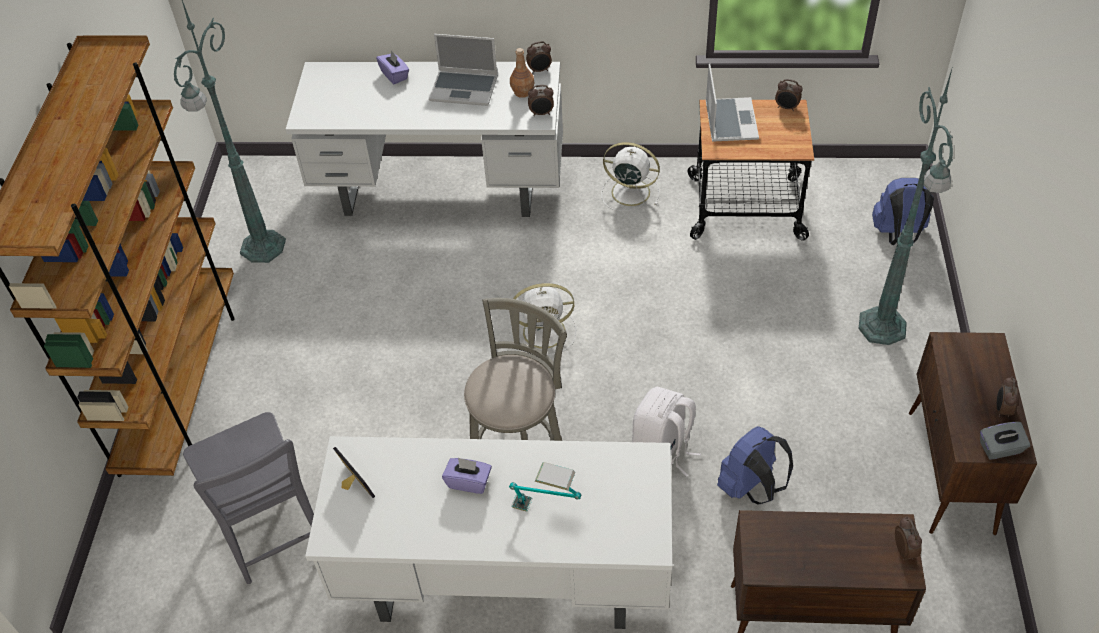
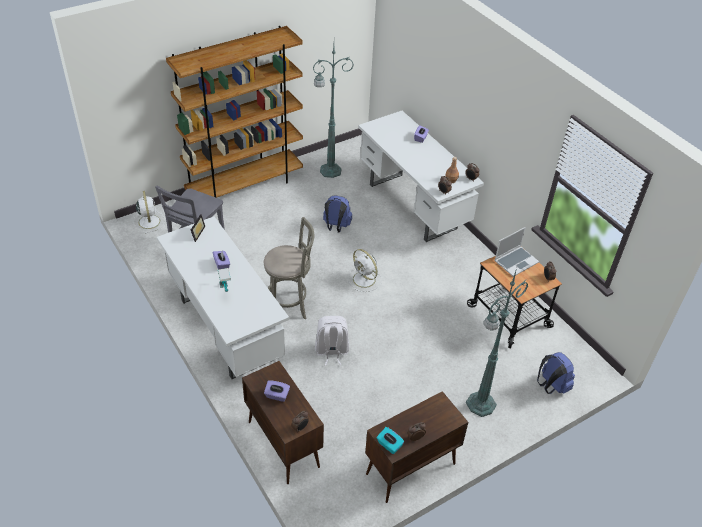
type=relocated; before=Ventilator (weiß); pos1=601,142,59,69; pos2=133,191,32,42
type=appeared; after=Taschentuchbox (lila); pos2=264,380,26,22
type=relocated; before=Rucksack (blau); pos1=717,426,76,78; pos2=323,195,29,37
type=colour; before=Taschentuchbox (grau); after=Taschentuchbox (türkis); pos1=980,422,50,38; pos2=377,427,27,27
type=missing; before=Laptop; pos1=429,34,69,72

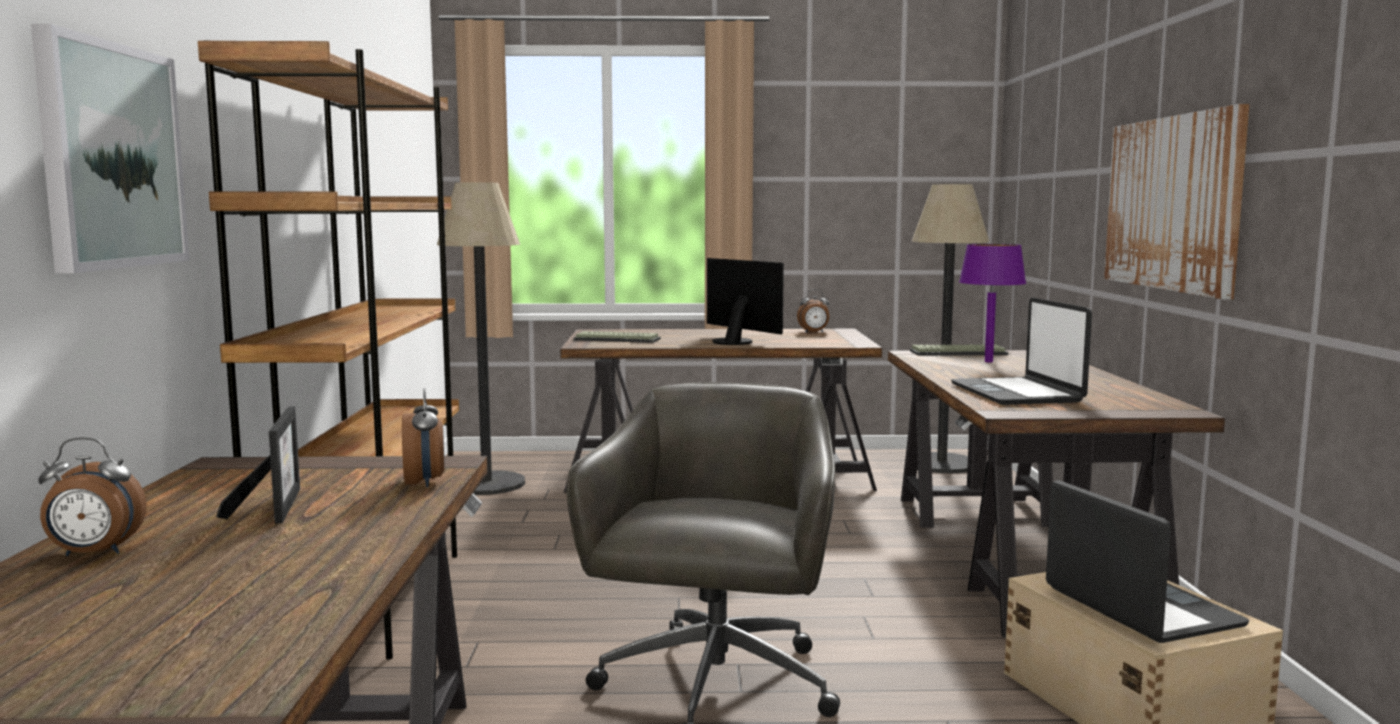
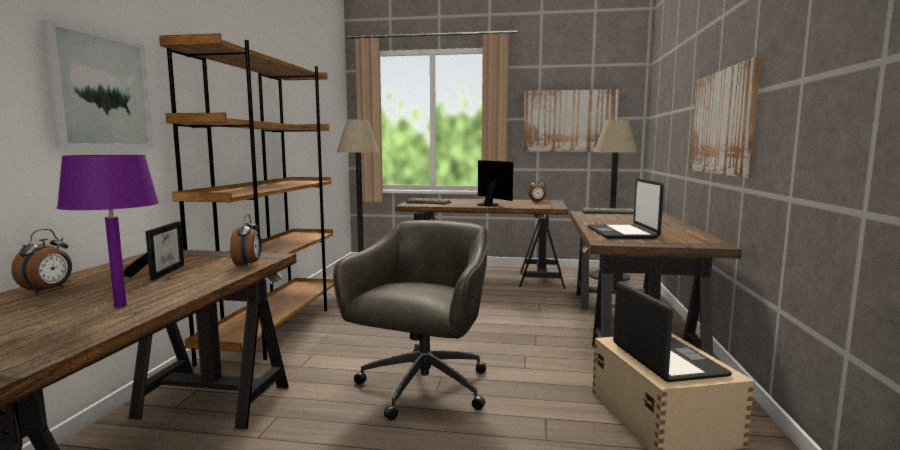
type=spun; before=Wecker; pos1=38,437,109,119; pos2=11,229,61,65; turn=-75
type=relocated; before=Tischlampe (lila); pos1=959,244,67,118; pos2=57,155,102,153
type=appeared; after=Bild; pos2=524,89,95,63

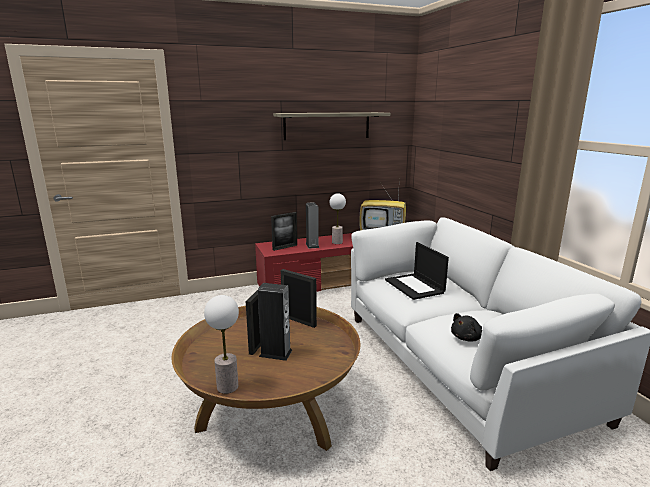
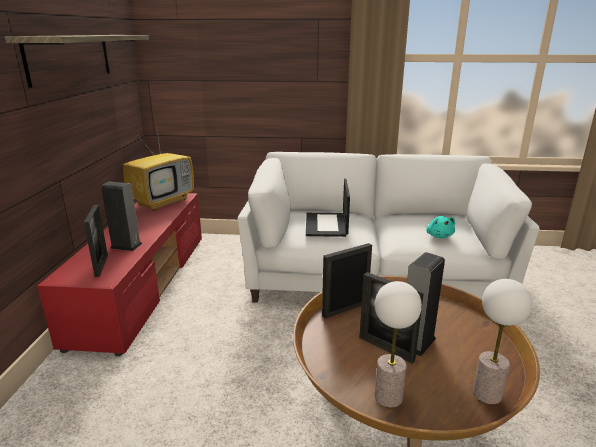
type=spun; before=Laptop; pos1=385,242,64,58; pos2=306,179,44,58; turn=90
type=relocated; before=Tischlampe; pos1=330,193,16,51; pos2=375,281,47,127
type=colour; before=Plüschtier (schwarz); after=Plüschtier (türkis); pos1=451,313,31,28; pos2=426,216,29,22

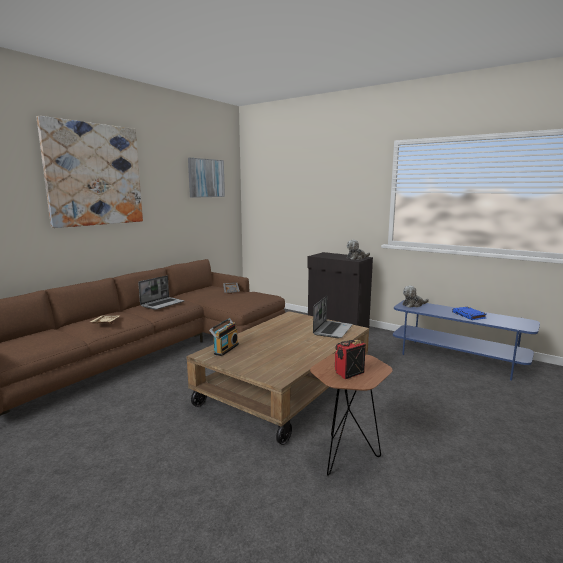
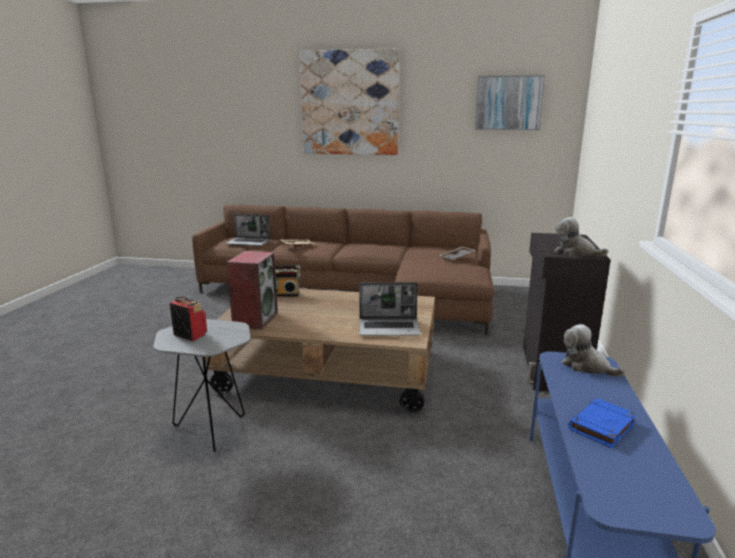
type=colour; before=Beistelltisch (braun); after=Beistelltisch (grau); pos1=310,353,83,123; pos2=153,319,98,133
type=relocated; before=Laptop; pos1=138,275,46,35; pos2=226,214,44,32
type=appeared; after=Lautsprecher; pos2=227,251,51,78

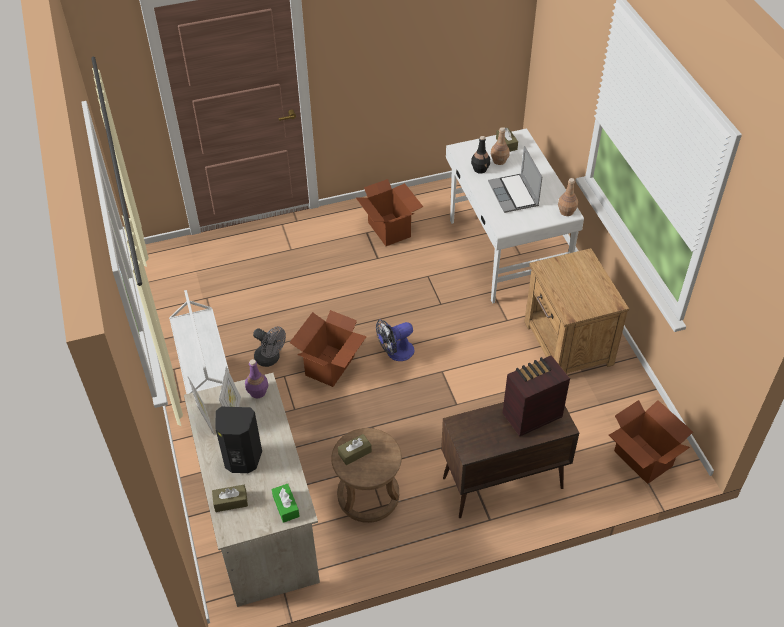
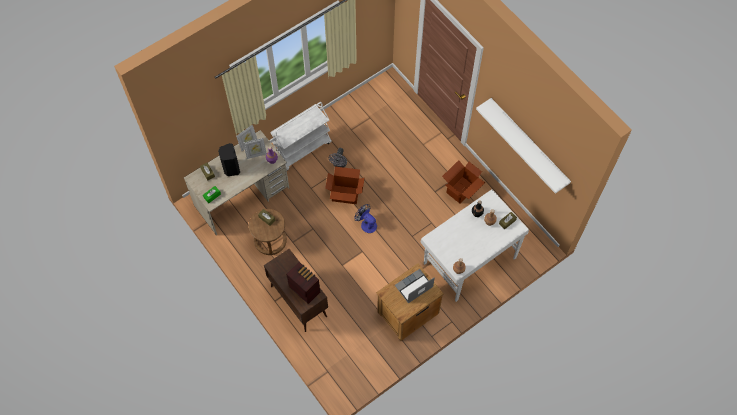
type=relocated; before=Laptop; pos1=488,146,54,67; pos2=395,269,40,34
type=appeared; after=Wandregal (weiß); pos2=476,98,95,96
type=missing; before=Karton; pos1=609,400,84,84

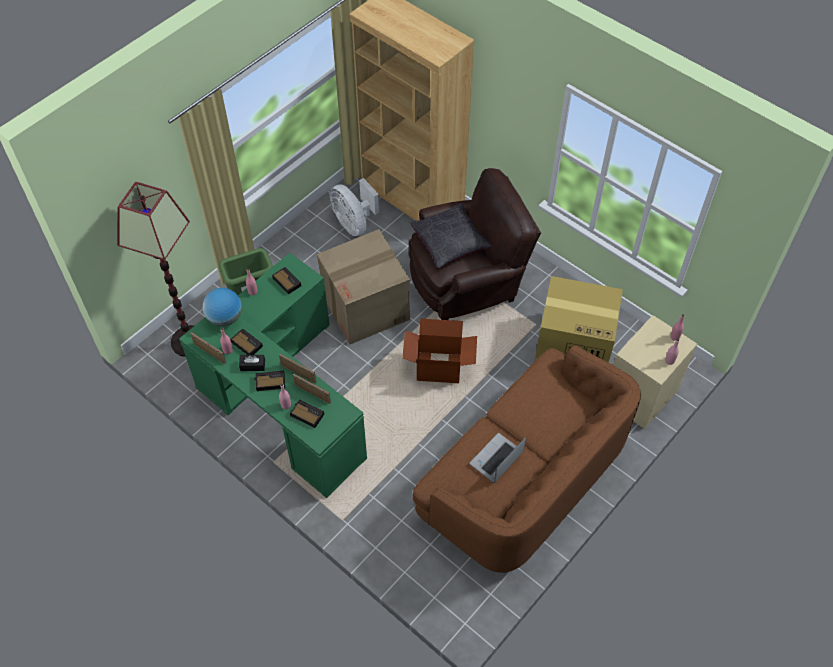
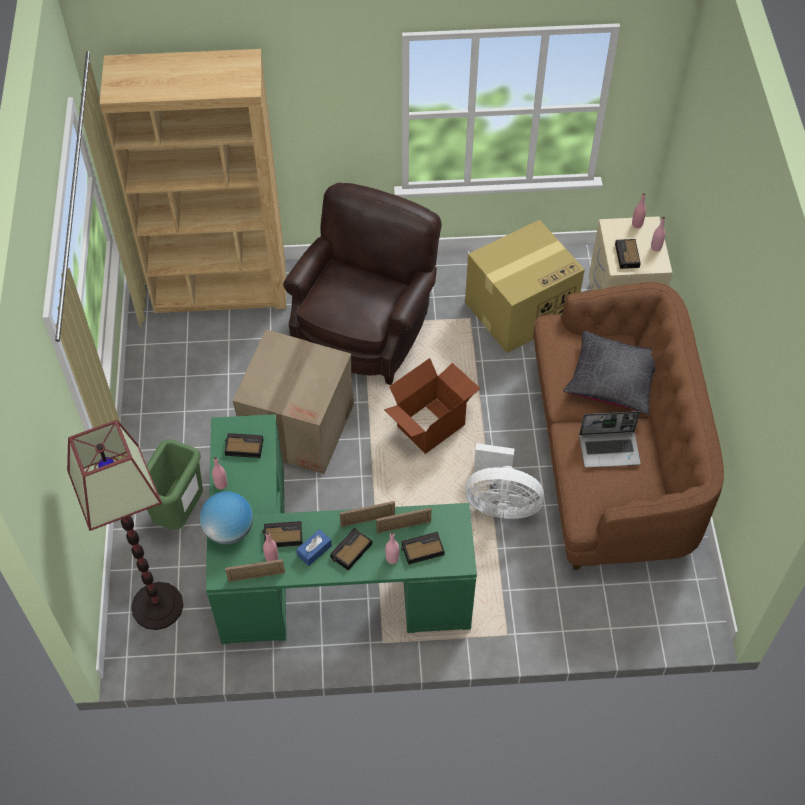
type=colour; before=Taschentuchbox (schwarz); after=Taschentuchbox (blau); pos1=239,355,26,16; pos2=296,529,36,37
type=relocated; before=Ventilator (weiß); pos1=330,178,50,58; pos2=465,443,79,76
type=relocated; before=Kissen (schwarz); pos1=410,203,82,65; pos2=563,331,92,83
type=spun; before=Laptop; pos1=470,433,56,50; pos2=579,411,62,57; turn=-90
type=appeared; after=Wecker; pos2=615,239,26,30

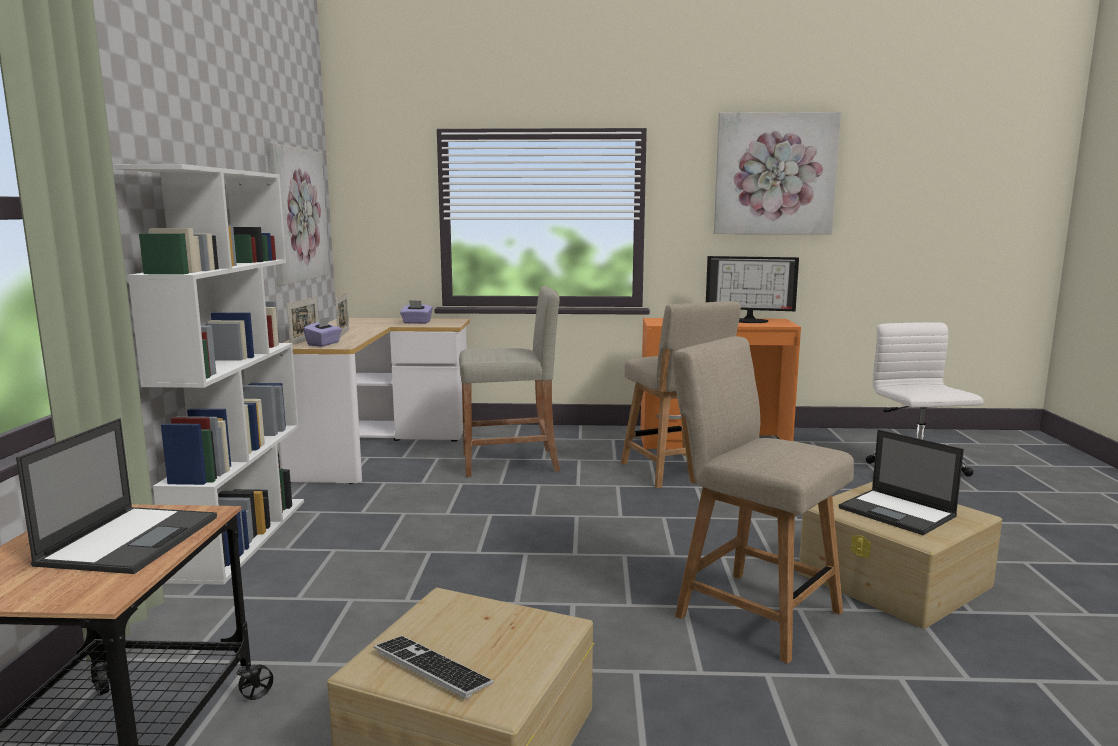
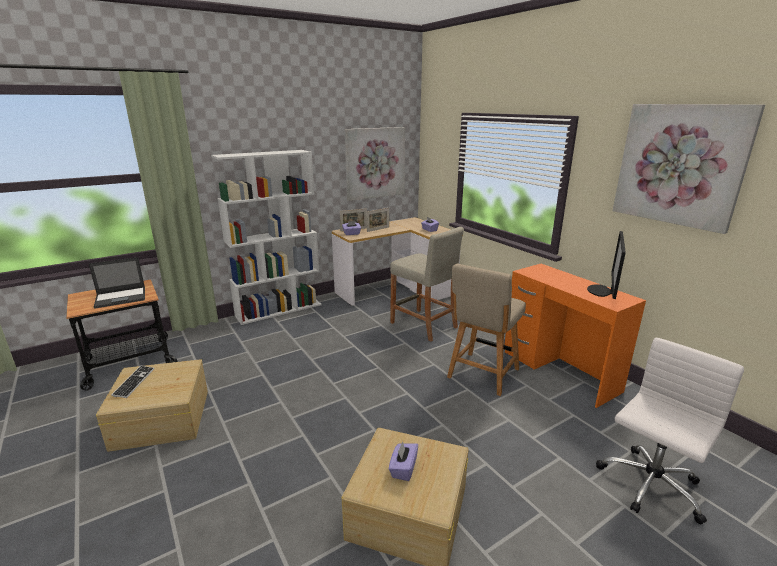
type=exchanged; before=Laptop; after=Taschentuchbox (lila); pos1=839,429,125,106; pos2=389,441,29,40
type=spun; before=Monitor; pos1=706,256,93,67; pos2=587,231,39,68; turn=45
type=missing; before=Stuhl (beige); pos1=672,336,182,328

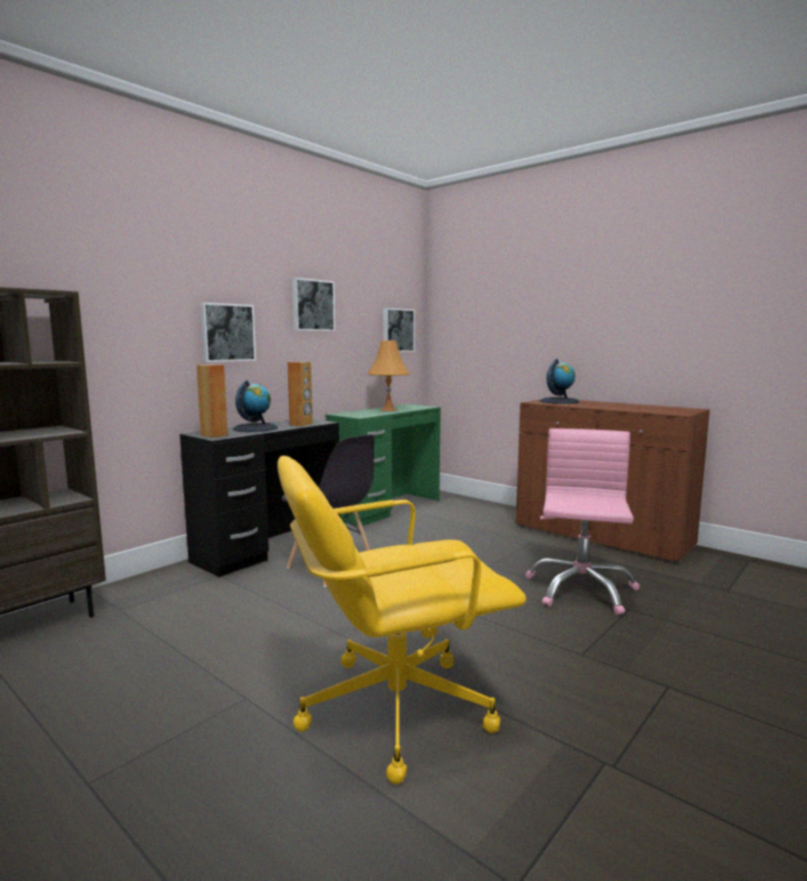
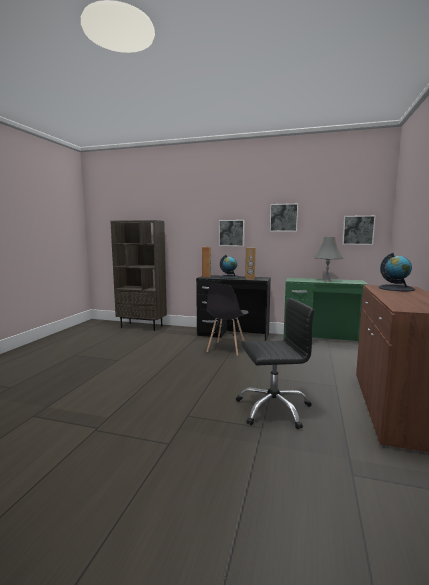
type=colour; before=Bürostuhl (rosa); after=Bürostuhl (schwarz); pos1=525,428,115,187; pos2=236,298,79,131
type=colour; before=Tischlampe (orange); after=Tischlampe (grau); pos1=367,341,43,70; pos2=313,237,30,45
type=missing; before=Bürostuhl (gelb); pos1=277,456,249,328

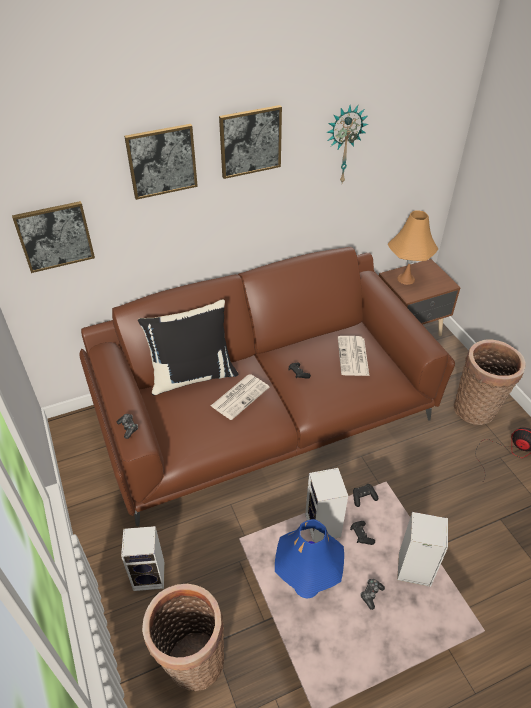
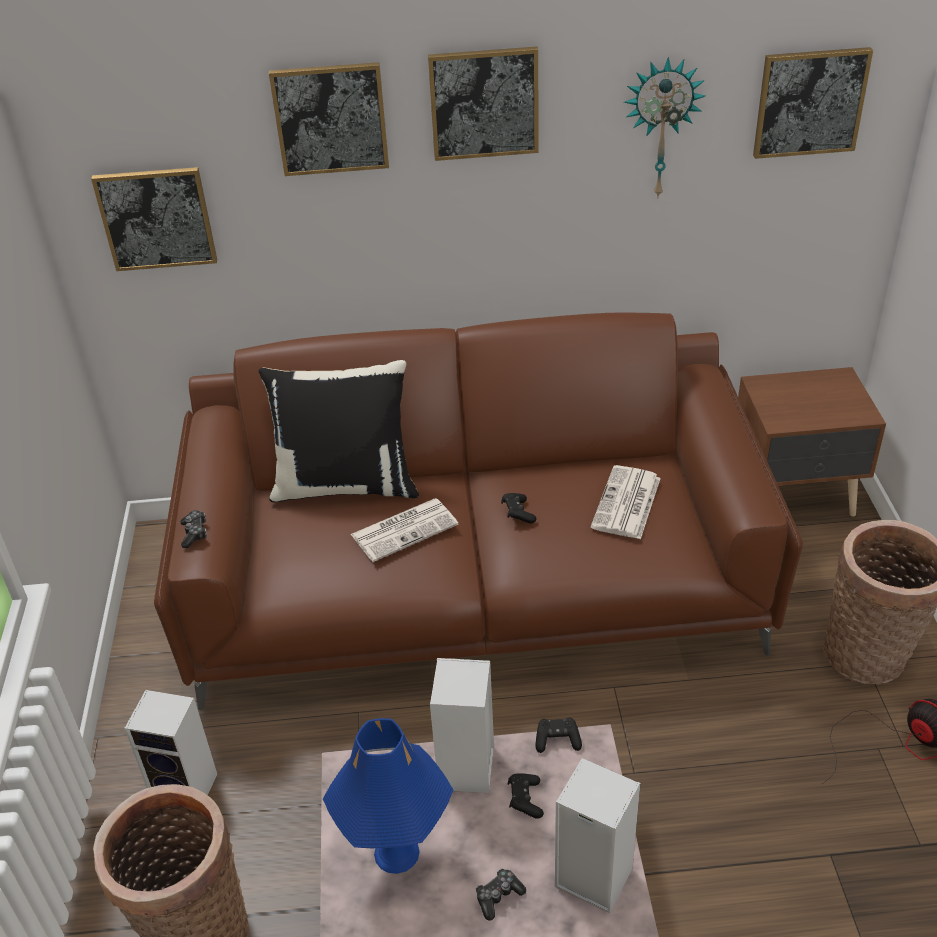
type=appeared; after=Bild; pos2=753,47,120,112
type=missing; before=Tischlampe (orange); pos1=387,210,51,75

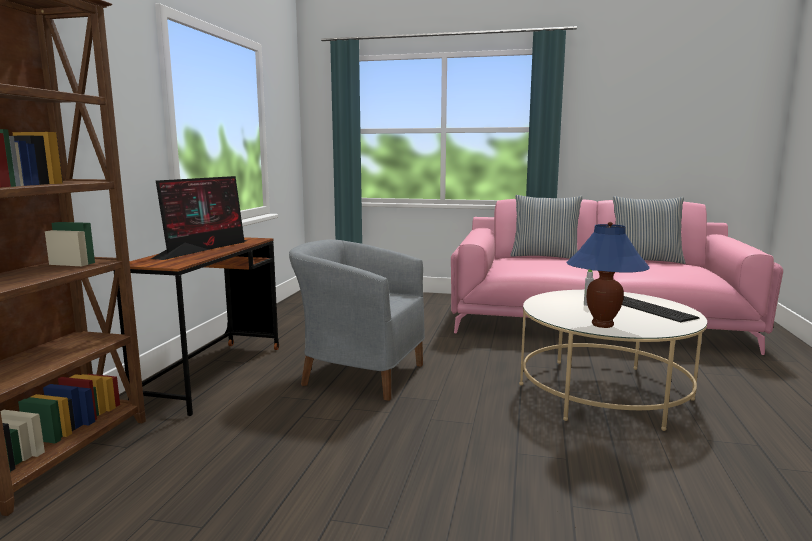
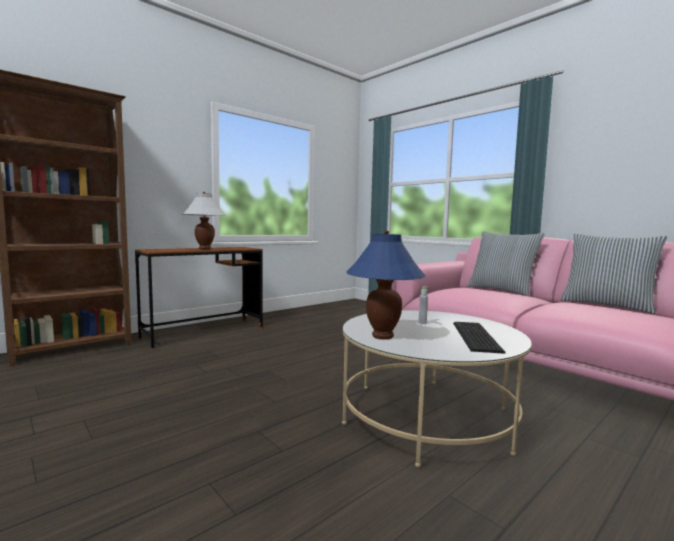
type=exchanged; before=Monitor; after=Tischlampe (weiß); pos1=151,176,96,84; pos2=183,192,43,57
type=missing; before=Sessel (grau); pos1=289,239,136,162

